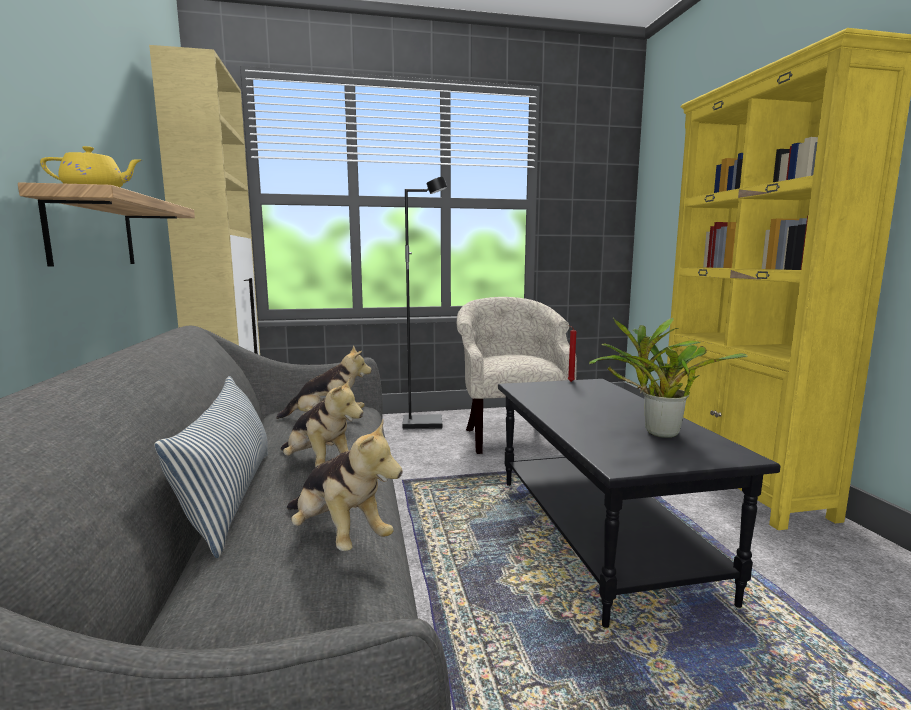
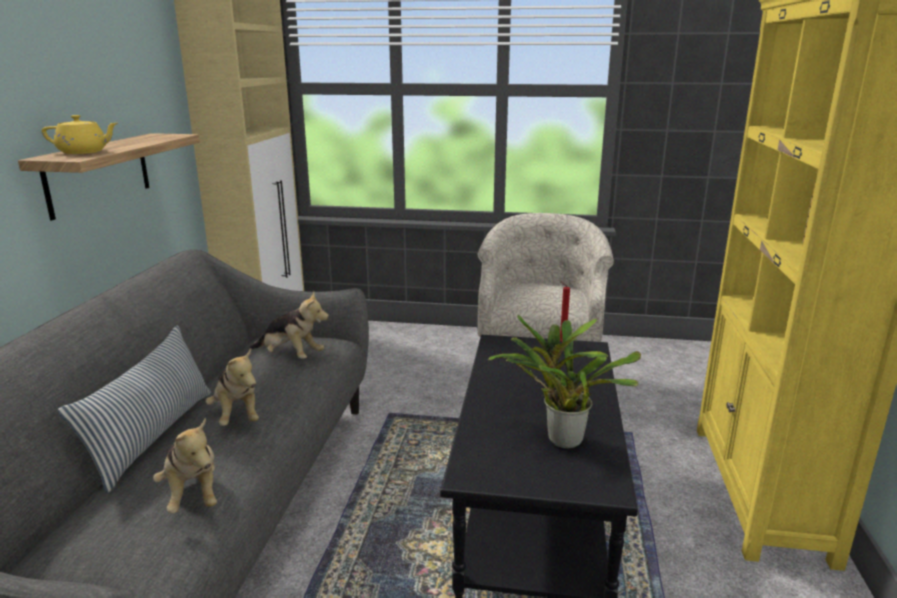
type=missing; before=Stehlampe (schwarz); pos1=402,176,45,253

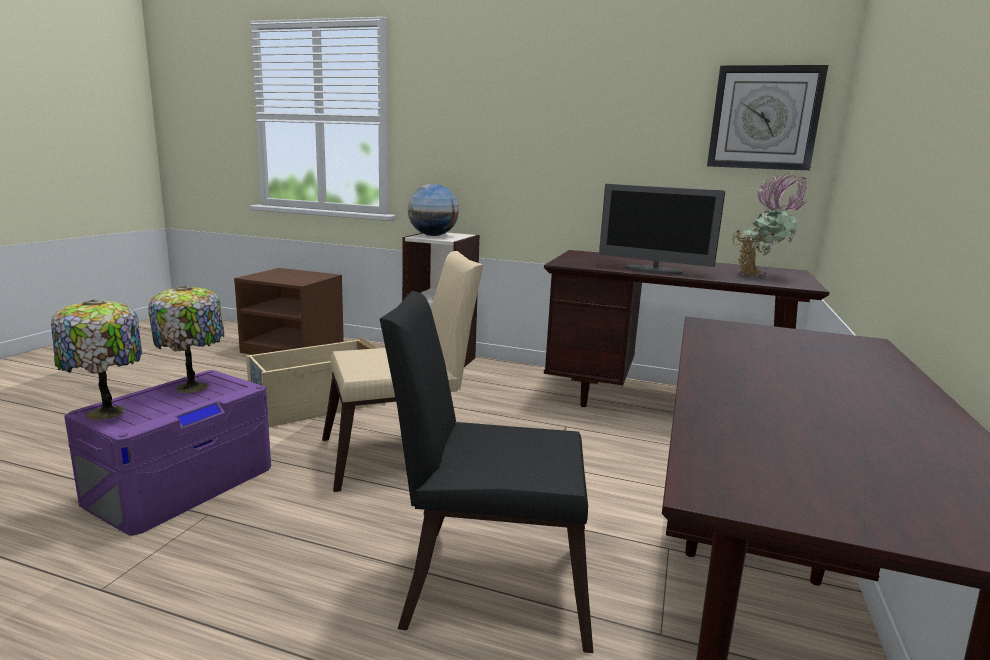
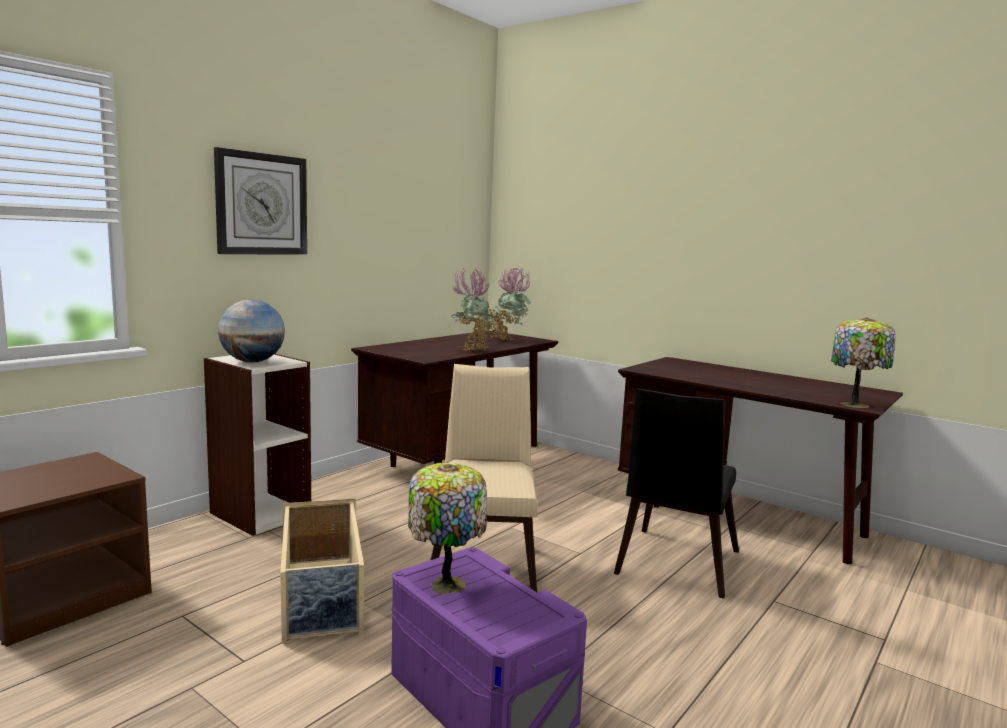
type=relocated; before=Wanduhr; pos1=707,65,121,106; pos2=214,147,93,108
type=exchanged; before=Monitor; after=Topfpflanze; pos1=599,184,126,90; pos2=451,268,45,83
type=relocated; before=Tischlampe; pos1=51,299,91,121; pos2=831,317,65,91

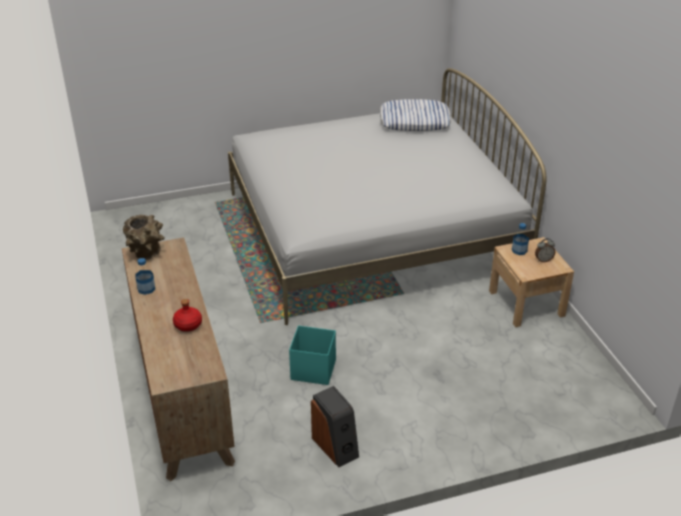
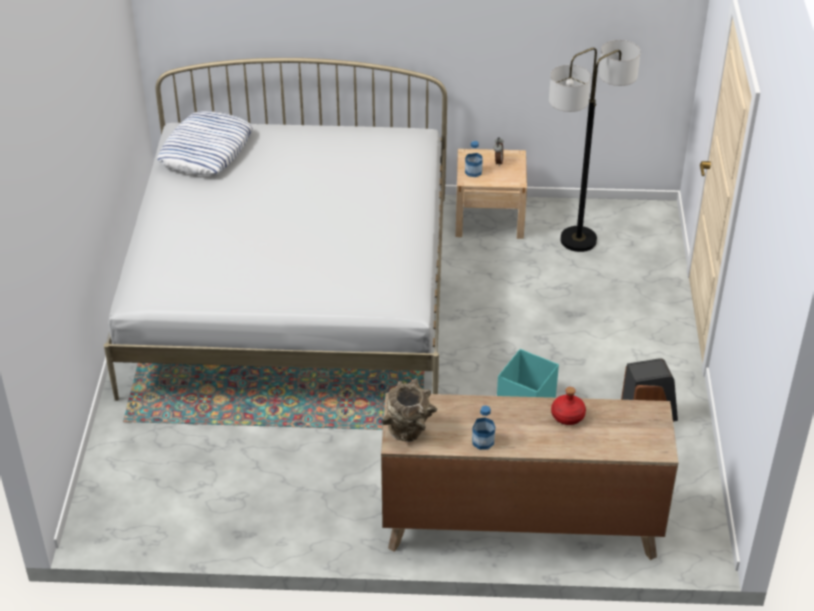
type=appeared; after=Stehlampe; pos2=549,40,92,212

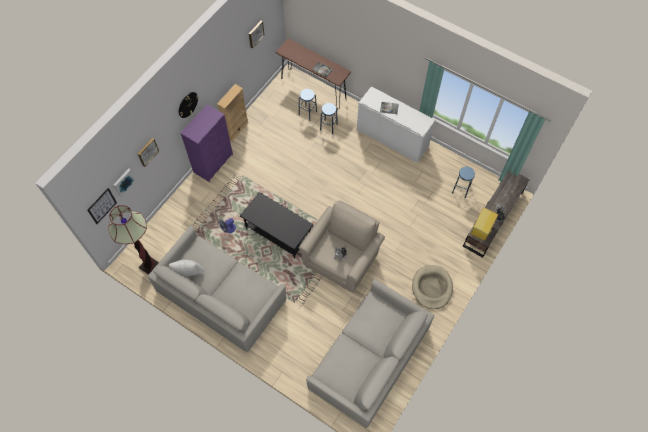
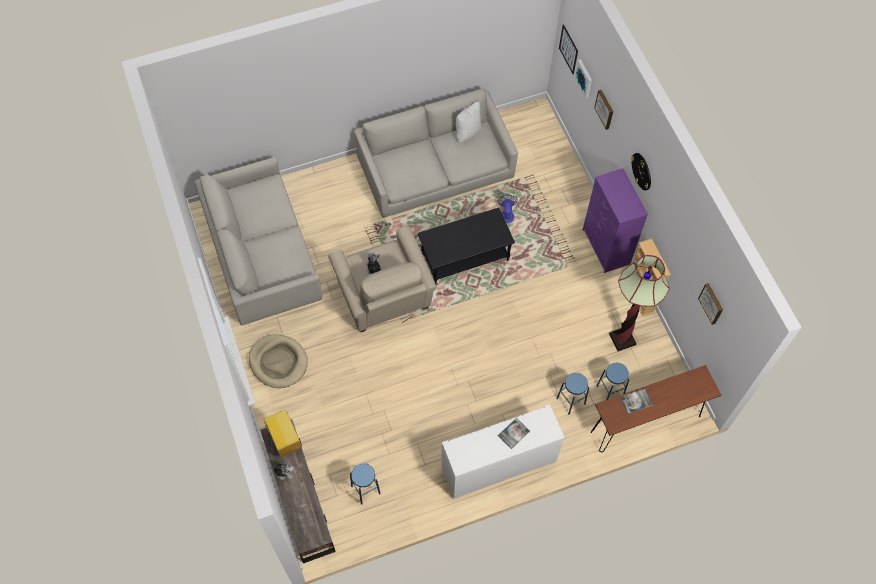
type=relocated; before=Stehlampe; pos1=108,205,51,70; pos2=609,255,61,96

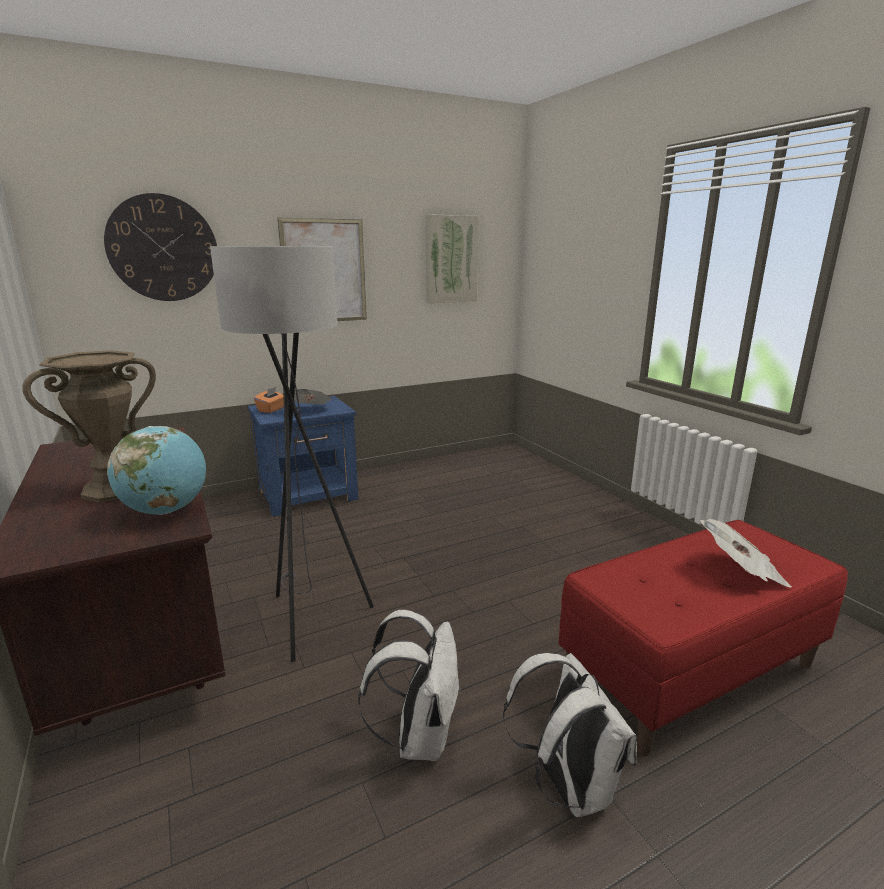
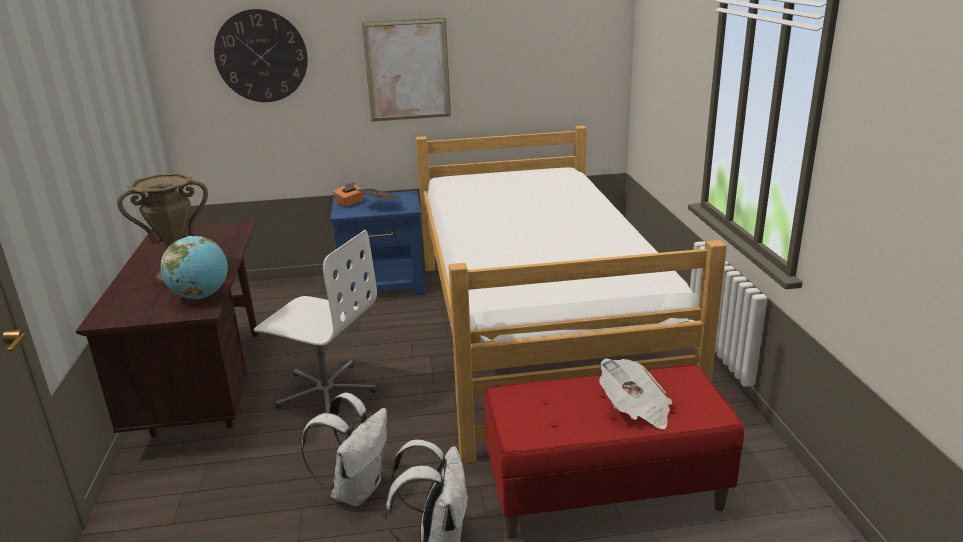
type=exchanged; before=Stehlampe (grau); after=Bürostuhl (weiß); pos1=210,246,164,416; pos2=254,230,123,183
type=appeared; after=Bett; pos2=416,126,311,338
type=missing; before=Bild; pos1=425,214,54,89

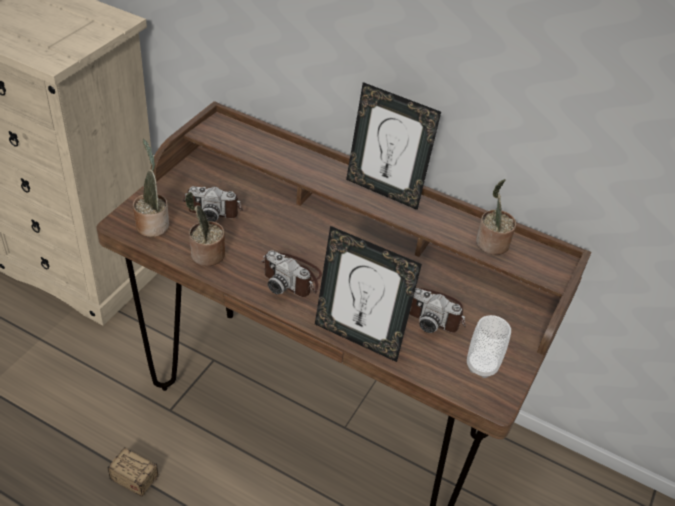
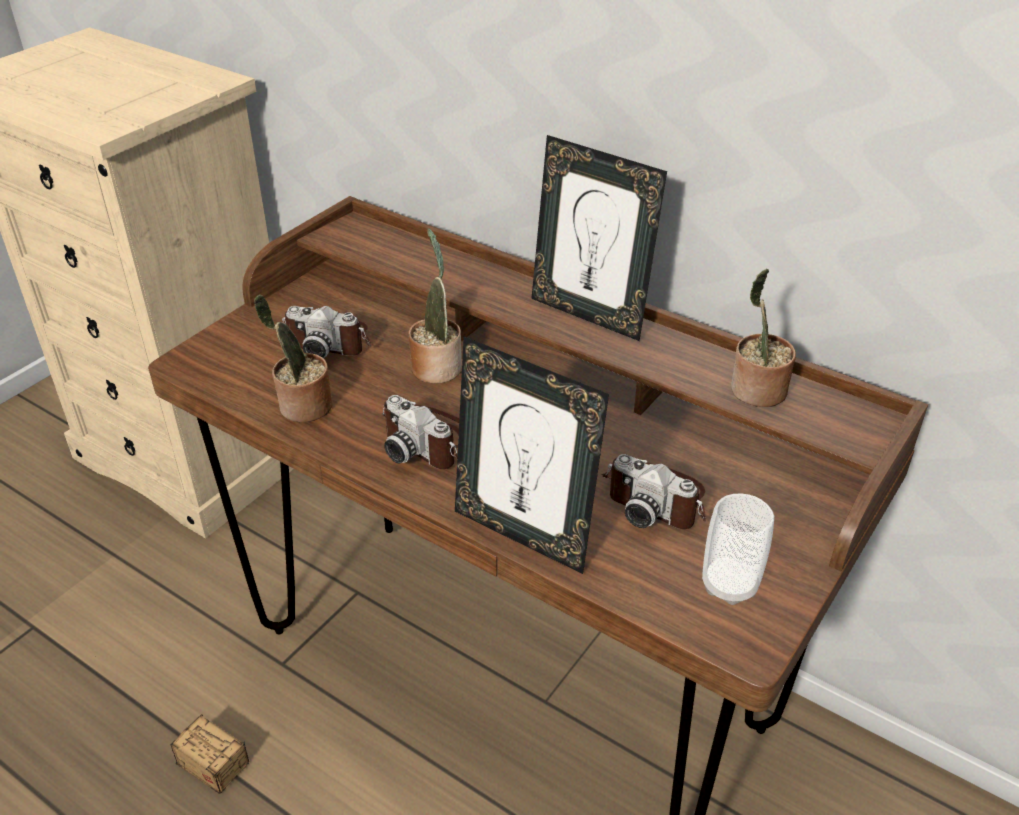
type=relocated; before=Topfpflanze; pos1=133,139,36,98; pos2=408,228,54,156

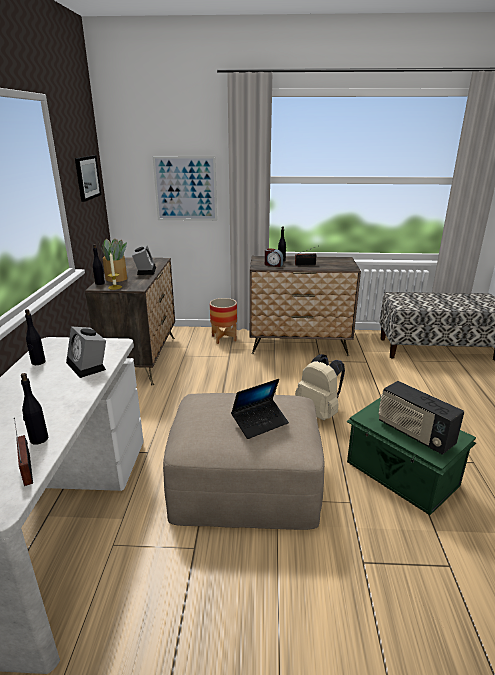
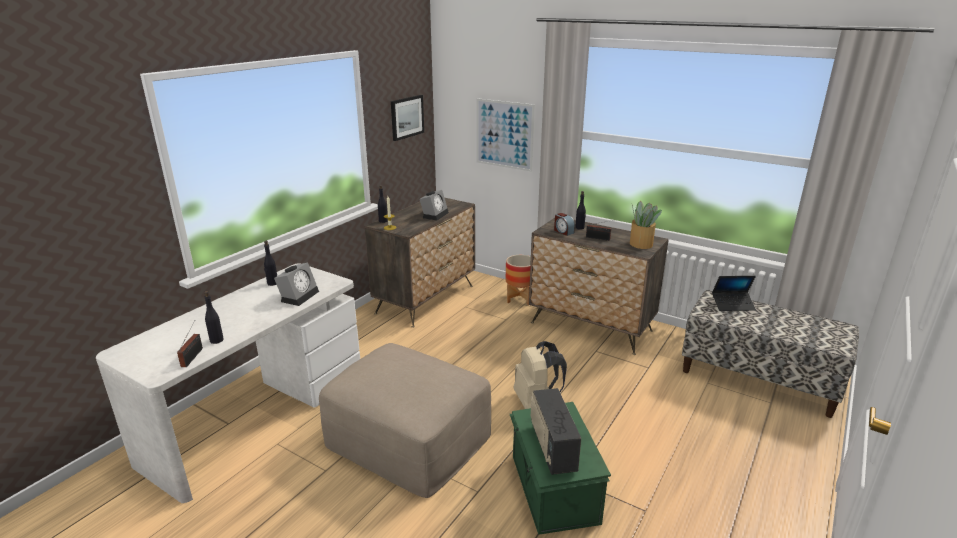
type=spun; before=Wecker; pos1=66,326,40,52; pos2=274,263,45,43; turn=-150
type=relocated; before=Topfpflanze; pos1=98,239,29,43; pos2=630,201,32,48
type=relocated; before=Laptop; pos1=231,379,58,60; pos2=712,276,44,35

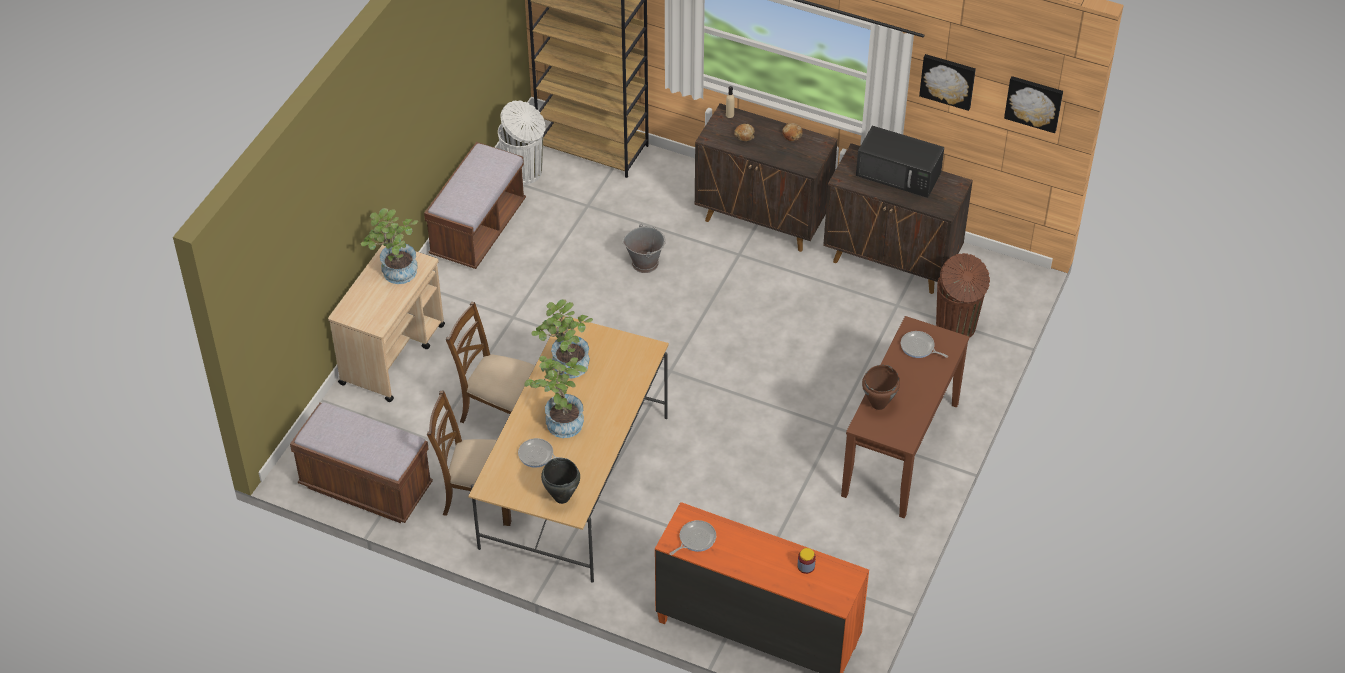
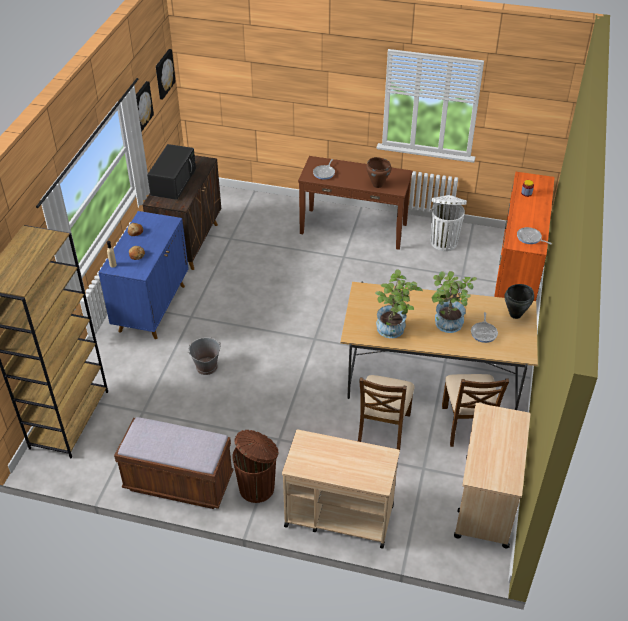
type=colour; before=Schrank (braun); after=Schrank (blau); pos1=695,103,143,149; pos2=98,211,91,128
type=relocated; before=Mülleimer (braun); pos1=936,253,54,85; pos2=232,430,47,73
type=relocated; before=Mülleimer (weiß); pos1=498,100,47,85; pos2=431,195,36,56
type=exchanged; before=Bank (braun); after=Rollwagen (beige); pos1=290,402,143,121; pos2=454,403,76,145
type=missing; before=Topfpflanze; pos1=361,208,57,76

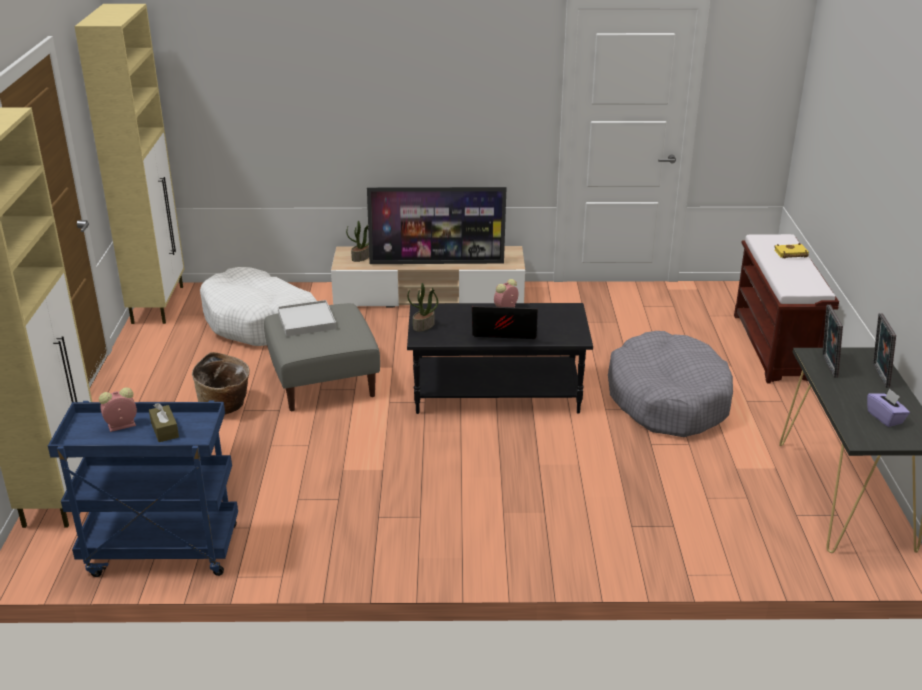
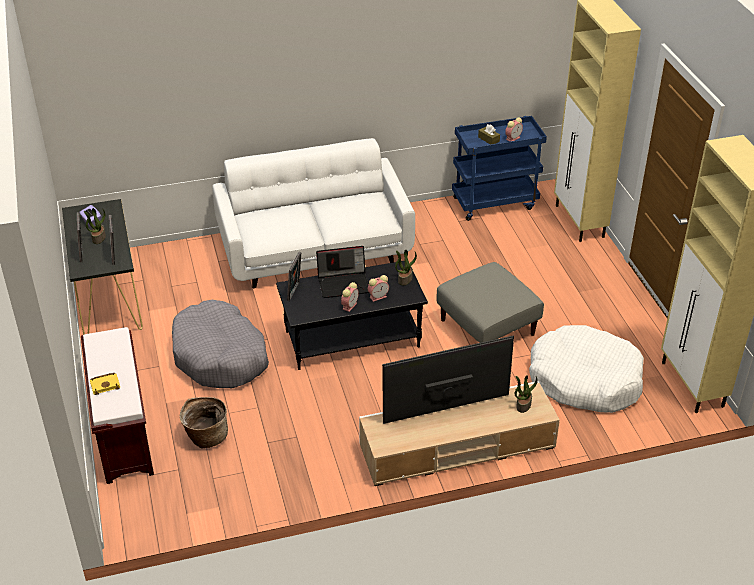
type=appeared; after=Topfpflanze; pos2=84,208,22,36
type=relocated; before=Korb; pos1=192,352,58,62; pos2=180,397,48,51
type=appeared; after=Sofa (weiß); pos2=212,138,203,150
type=appeared; after=Bilderrahmen; pos2=287,252,14,49
type=appeared; after=Wecker; pos2=368,275,21,27
type=missing; before=Tablett (weiß); pos1=278,300,58,36

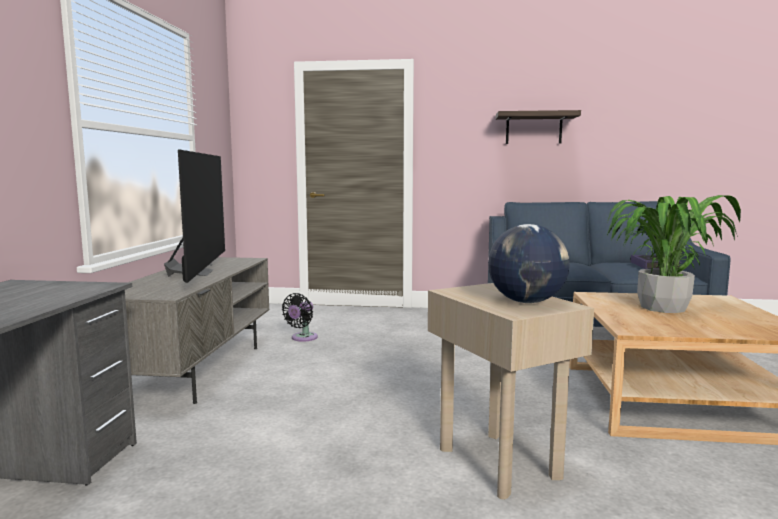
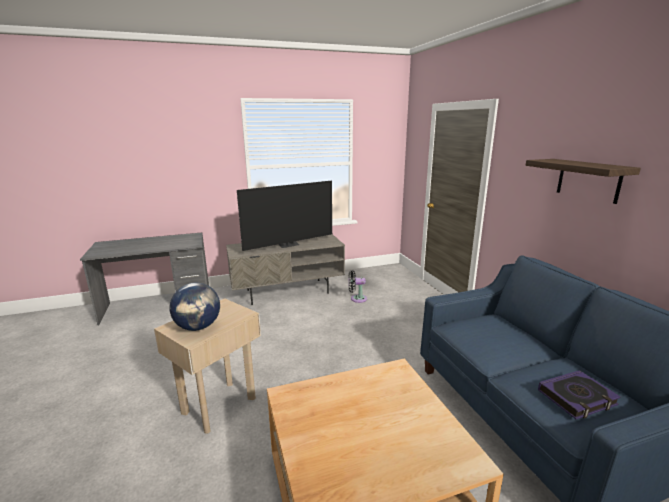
type=missing; before=Topfpflanze; pos1=607,195,134,118

